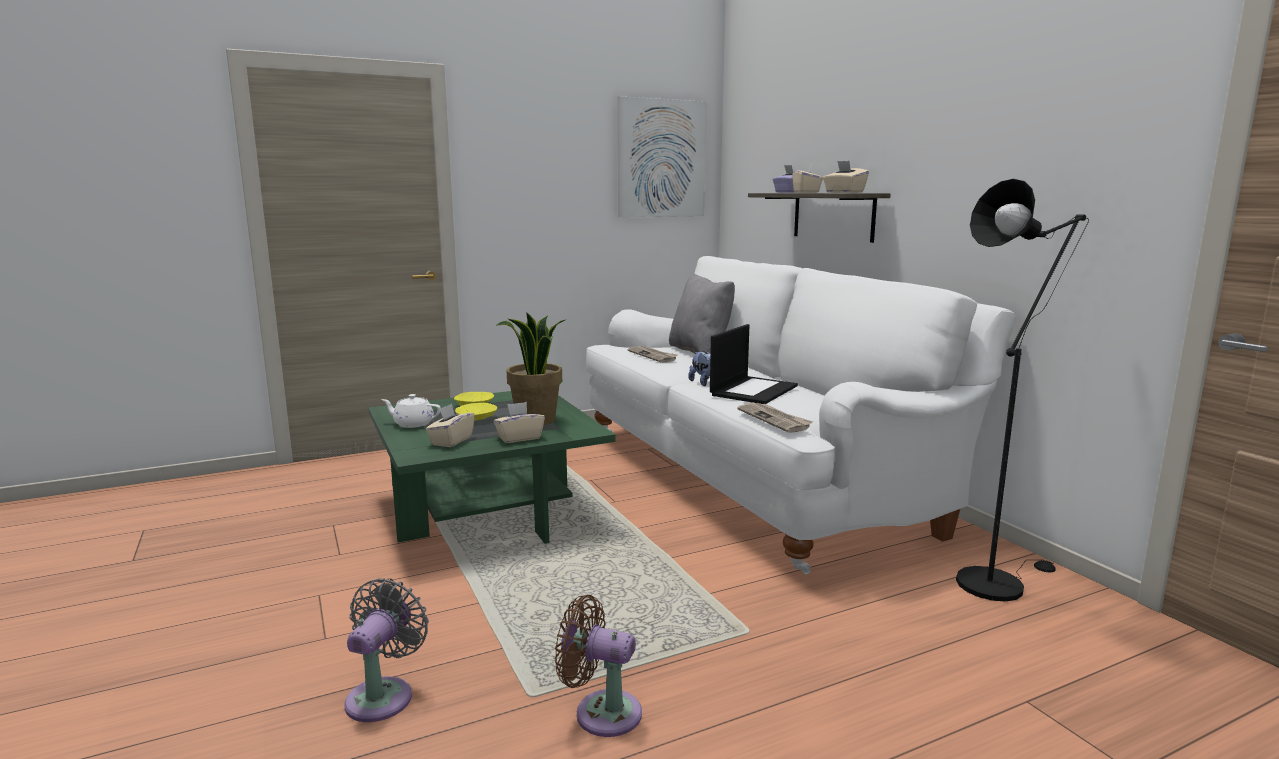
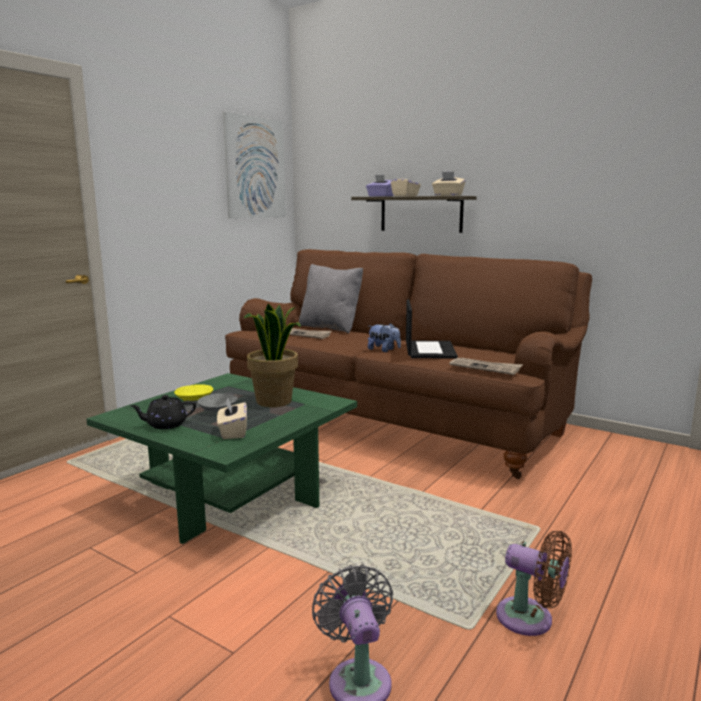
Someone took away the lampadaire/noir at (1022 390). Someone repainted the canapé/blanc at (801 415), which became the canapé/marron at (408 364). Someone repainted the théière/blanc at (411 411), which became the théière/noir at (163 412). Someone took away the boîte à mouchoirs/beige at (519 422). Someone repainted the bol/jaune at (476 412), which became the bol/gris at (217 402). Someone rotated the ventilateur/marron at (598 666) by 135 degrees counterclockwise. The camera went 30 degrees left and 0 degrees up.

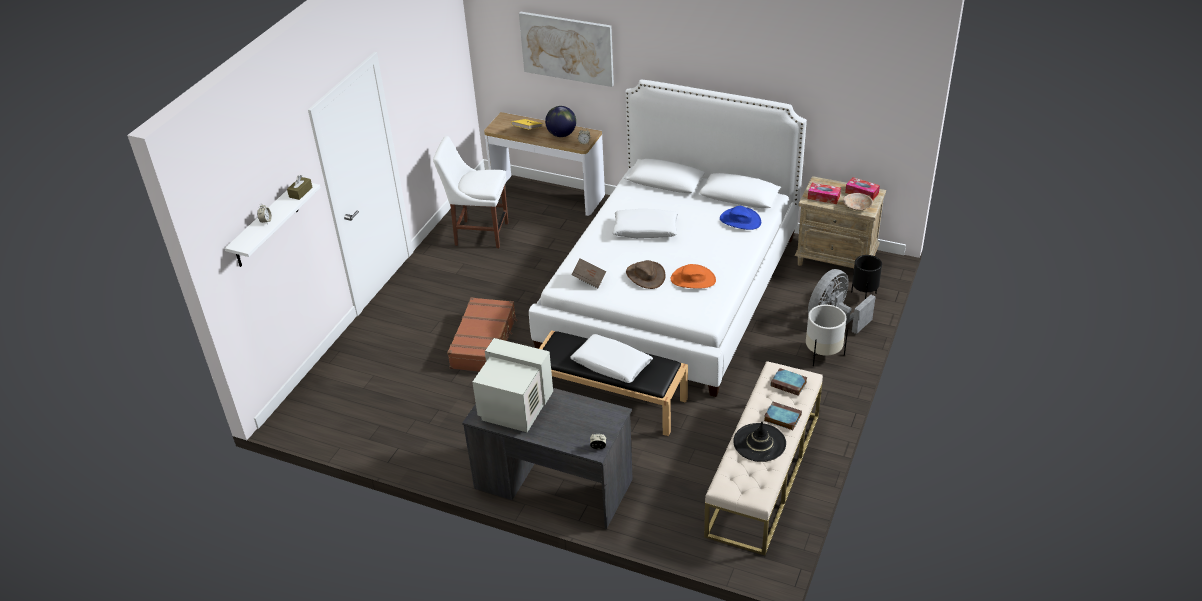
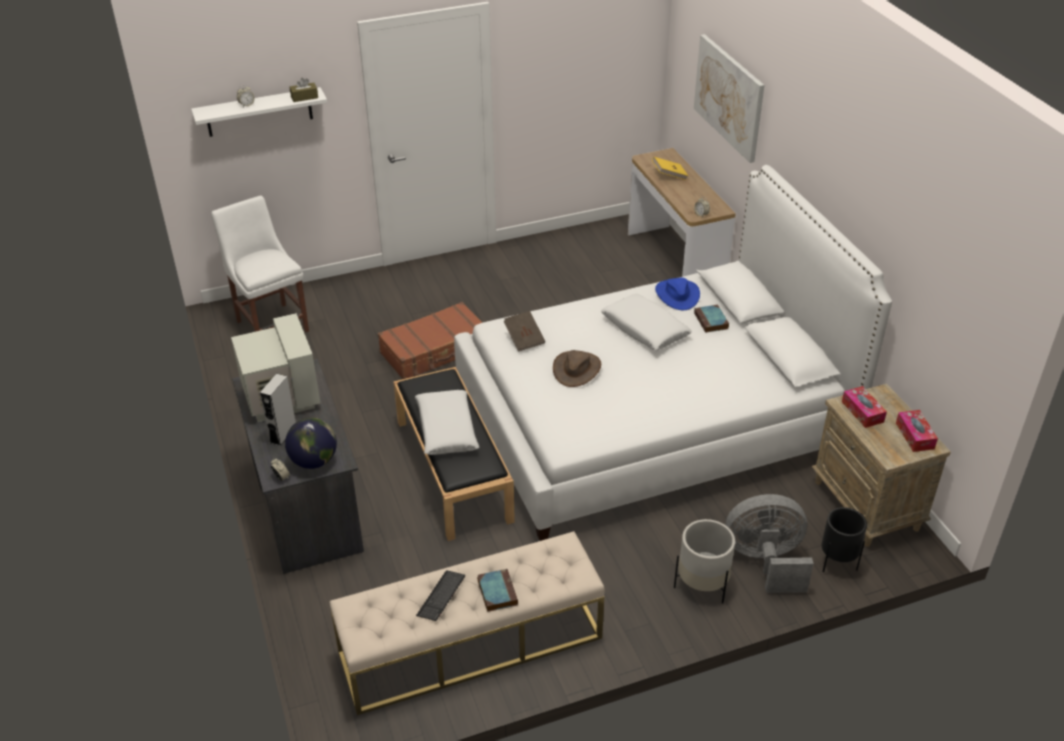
Someone carried the globe from (560 121) to (311 443). Someone carried the chaise/blanc from (471 192) to (260 264). Someone took away the bol/beige at (858 202). Someone carried the chapeau/bleu from (740 218) to (677 294). Someone took away the chapeau/orange at (693 276). Someone carried the livre from (789 382) to (711 319). Someone swapped the chapeau/noir at (759 442) for the clavier at (440 595). Someone put down the enceinte/gris at (278 409). The camera went 45 degrees right and 0 degrees up.

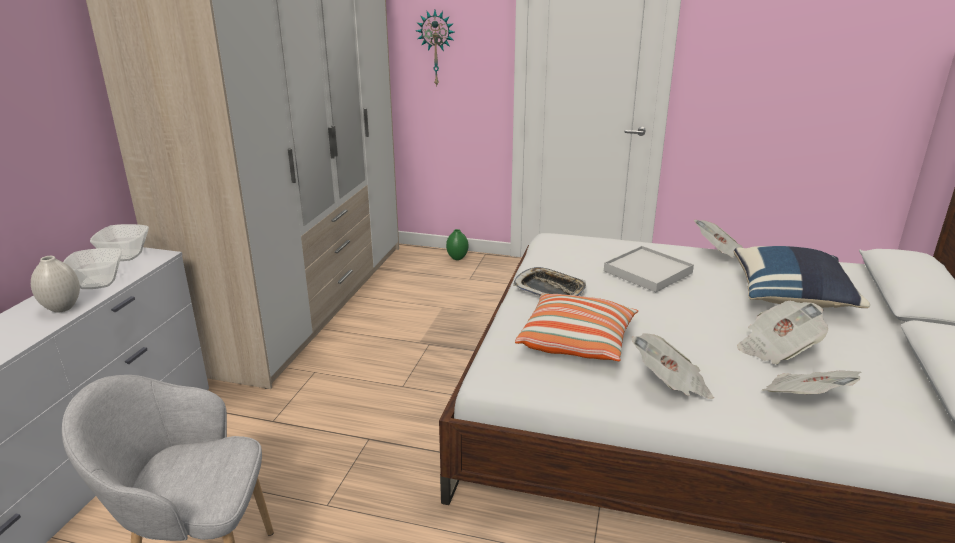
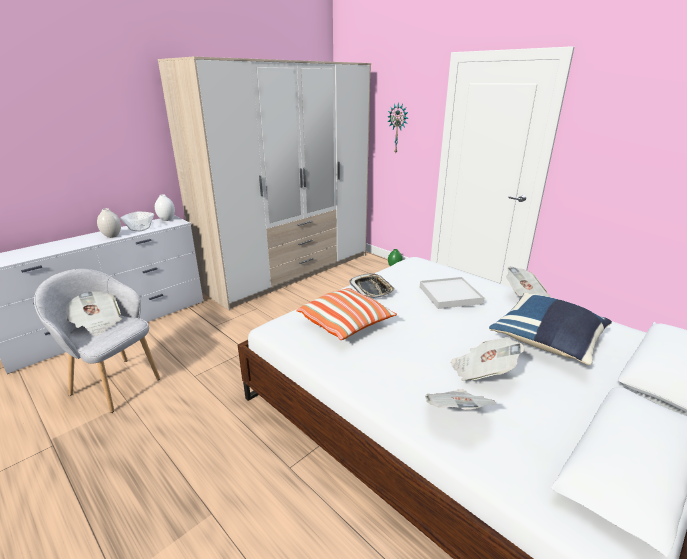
Someone swapped the bol at (119 242) for the vase/blanc at (165 208). Someone carried the journal from (672 366) to (94 313). The camera went 30 degrees right and 0 degrees up.

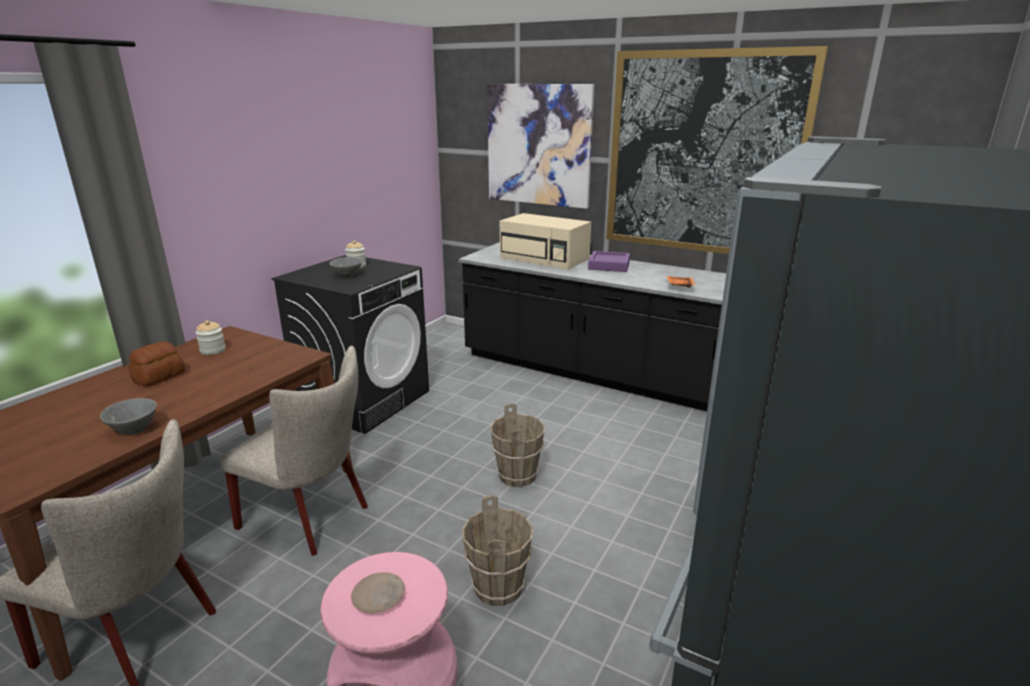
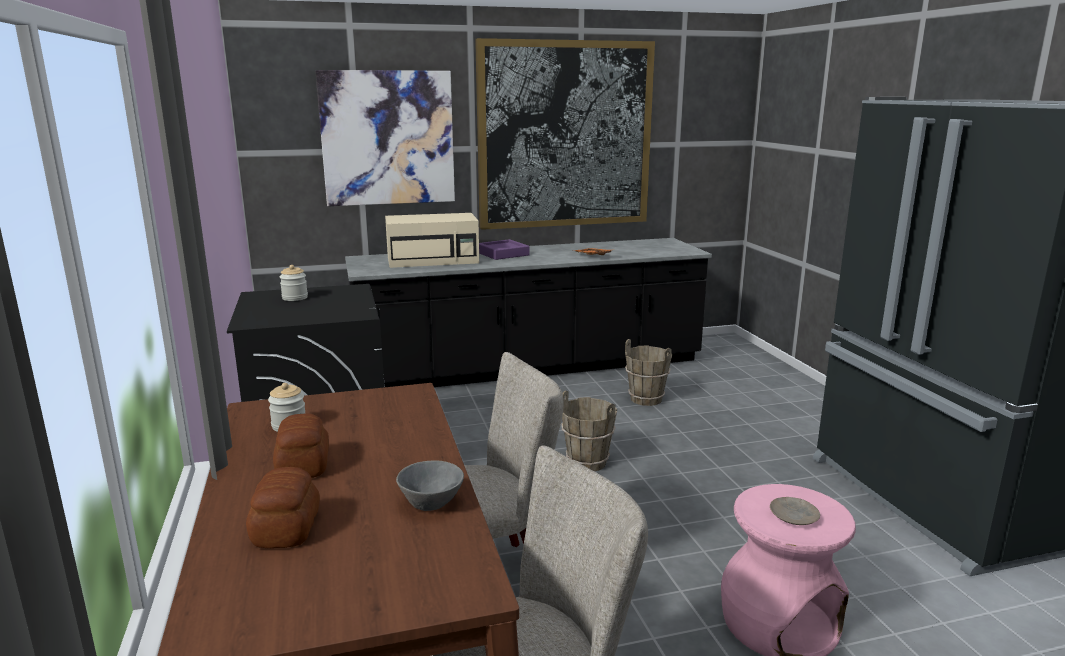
Someone took away the bol/gris at (345 267). Someone carried the seau/marron from (497 550) to (648 372). Someone put down the pain at (283 507). The camera went 45 degrees left and 5 degrees down.

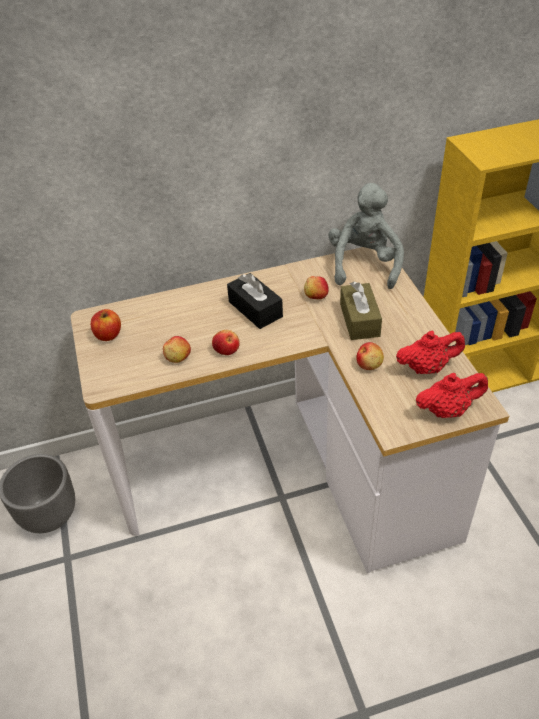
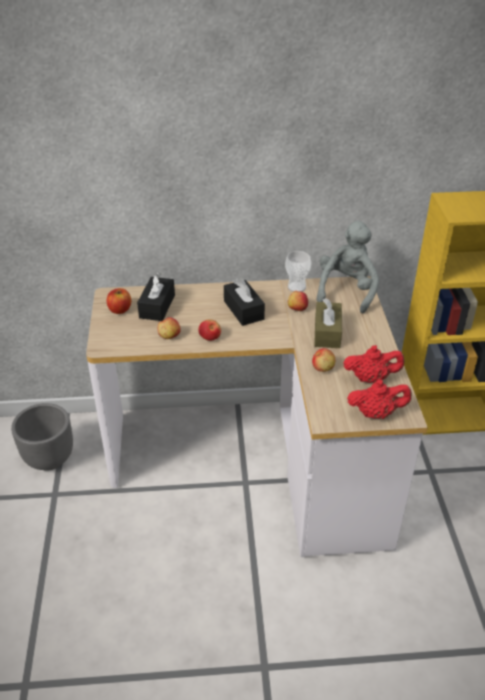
Someone put down the tasse at (298 271). Someone put down the boîte à mouchoirs/noir at (156 296). The camera went 10 degrees right and 5 degrees down.

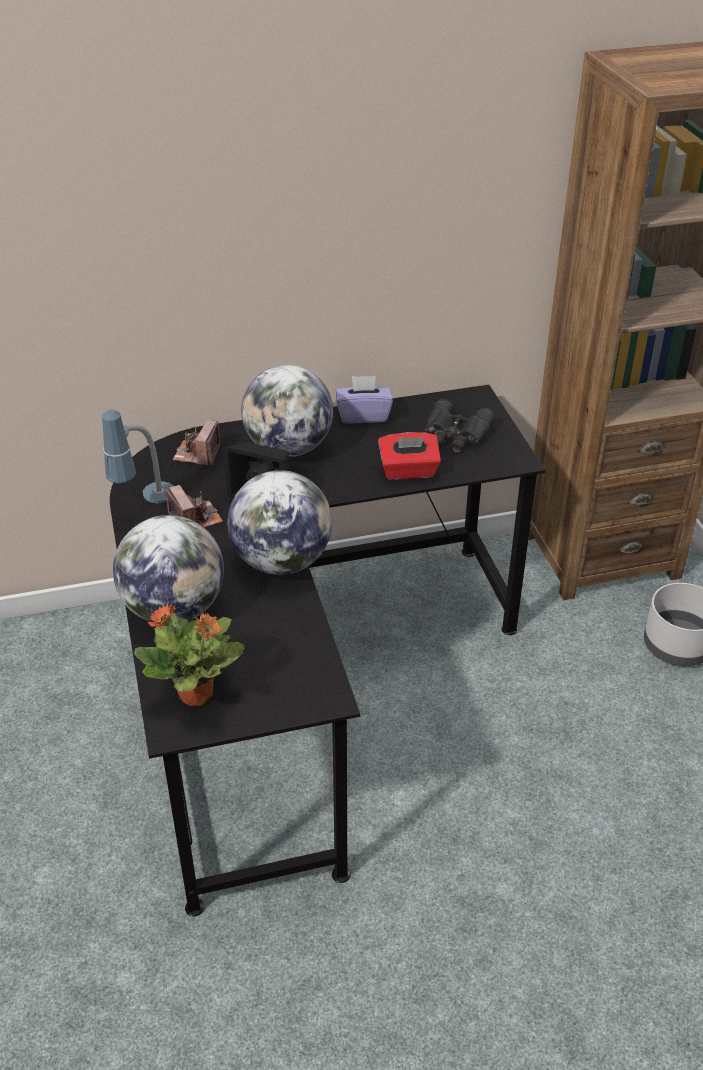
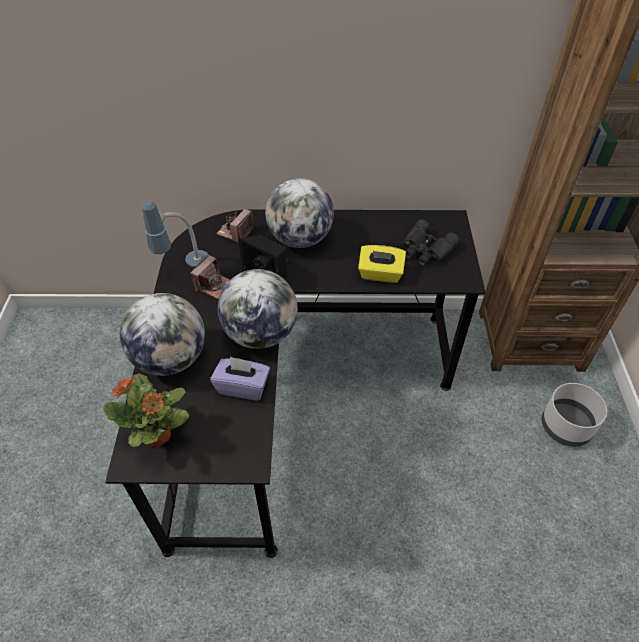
Someone carried the boîte à mouchoirs/violet from (364 400) to (240 378). Someone repainted the boîte à mouchoirs/rouge at (409 456), which became the boîte à mouchoirs/jaune at (382 264). Someone rotated the appareil photo at (194 506) by 45 degrees clockwise. The camera went 15 degrees right and 10 degrees up.

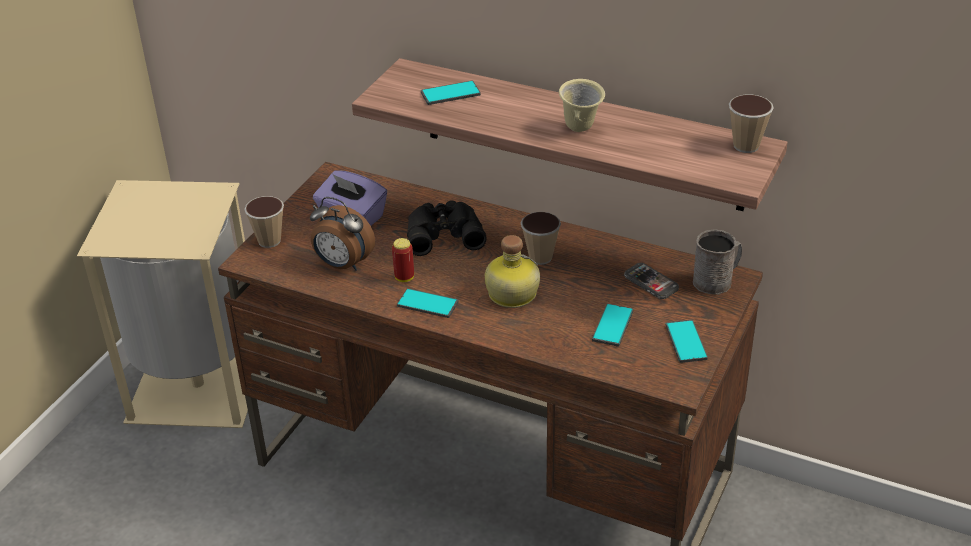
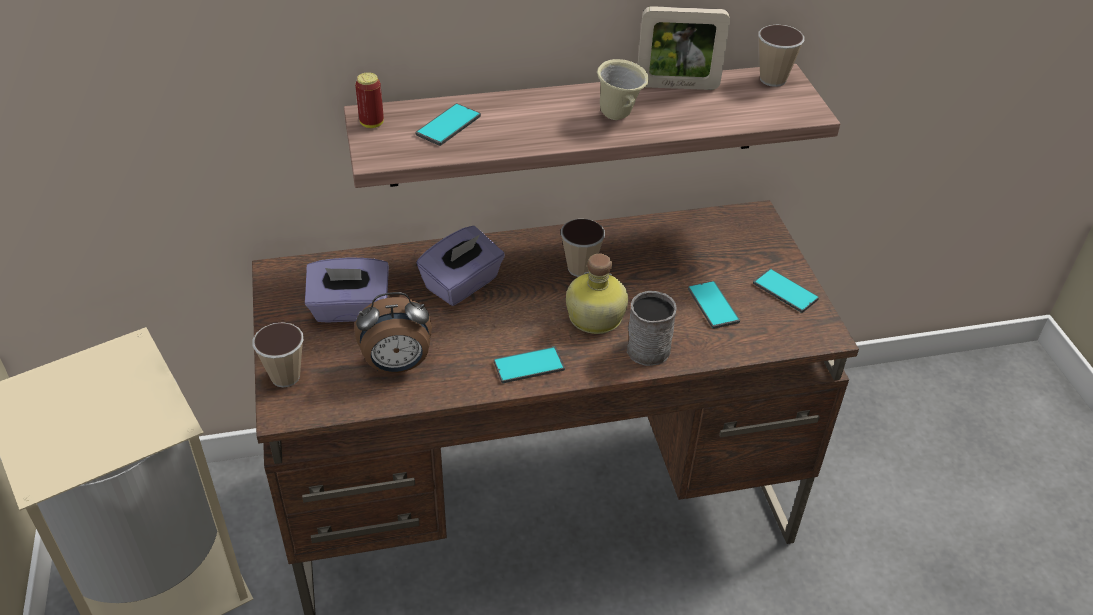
Someone swapped the jumelles/noir at (447 228) for the boîte à mouchoirs/violet at (460 266). Someone carried the mug/gris from (717 262) to (652 328). Someone carried the boîte métallique from (403 260) to (369 100). Someone took away the téléphone at (651 281). Someone put down the cadre photo at (684 48). The camera went 40 degrees left and 5 degrees up.

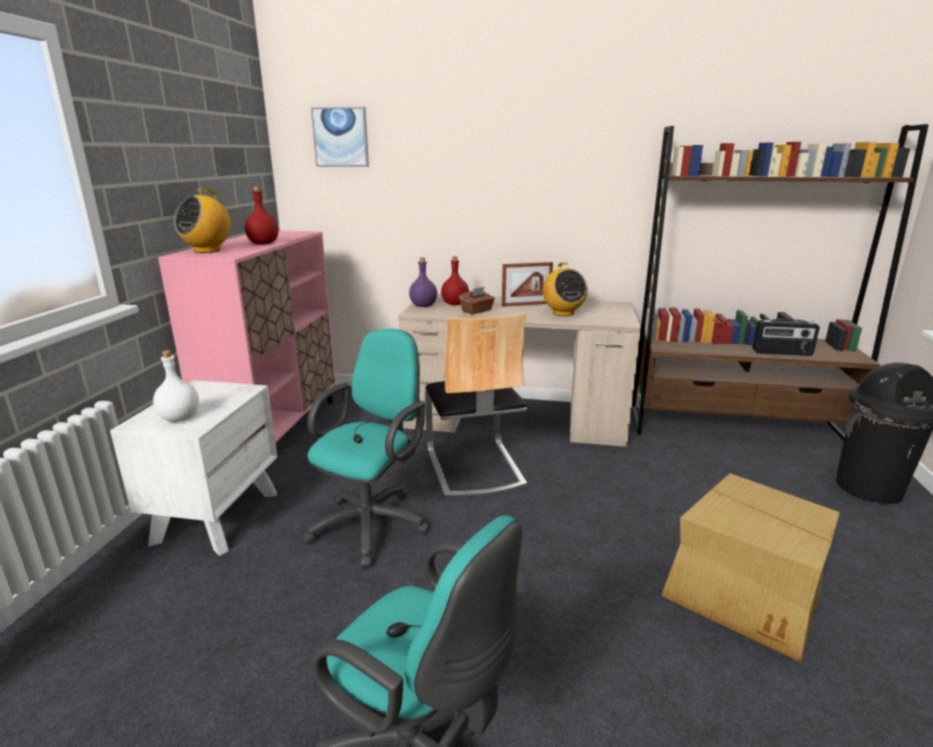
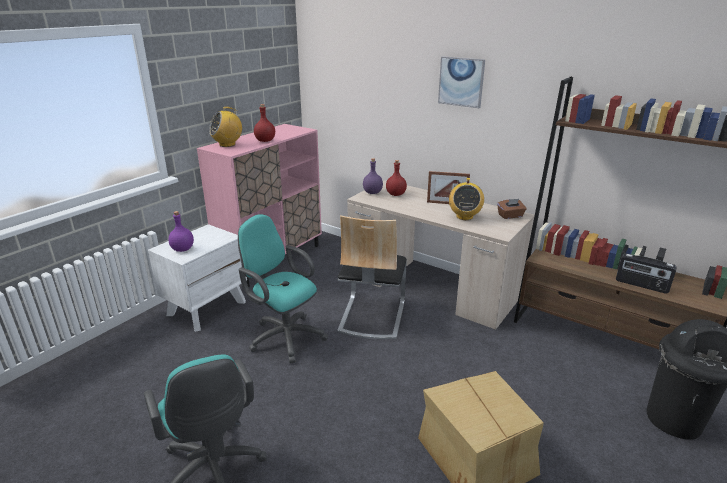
Someone carried the tableau from (340 137) to (461 82). Someone carried the boîte à mouchoirs/marron from (477 300) to (512 209). Someone rotated the chaise de bureau/turquoise at (366 448) by 105 degrees counterclockwise. Someone repainted the bouteille/blanc at (176 386), which became the bouteille/violet at (181 231). The camera went 25 degrees right and 5 degrees up.

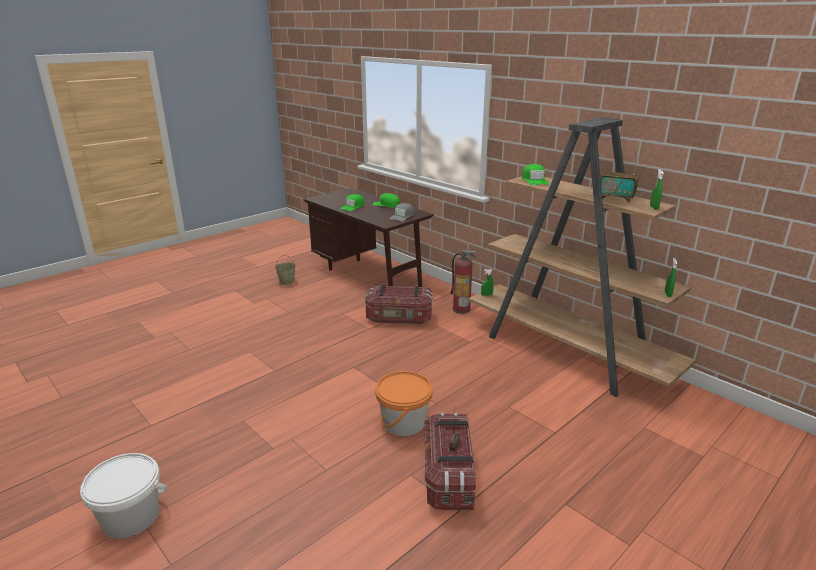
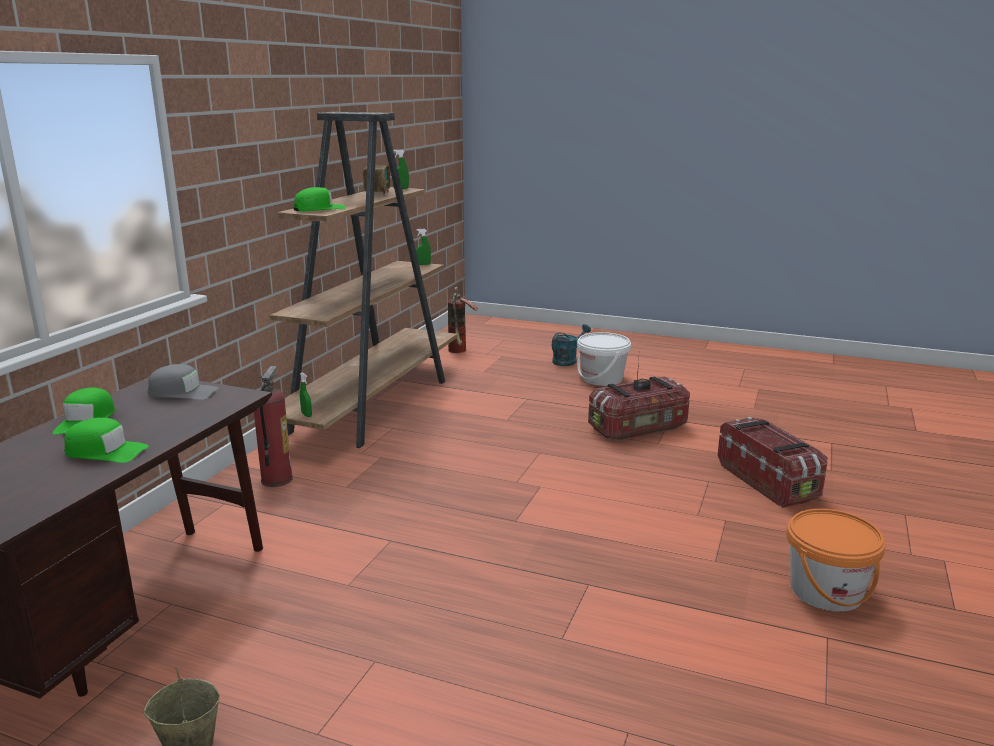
Someone carried the boîte de rangement from (399 304) to (773 462). Someone carried the seau/orange from (404 403) to (836 560). Someone carried the seau/blanc from (123 496) to (604 359). Someone put down the extincteur at (463 320). Someone put down the arrosoir/turquoise at (571 345). The camera went 115 degrees left and 5 degrees down.

